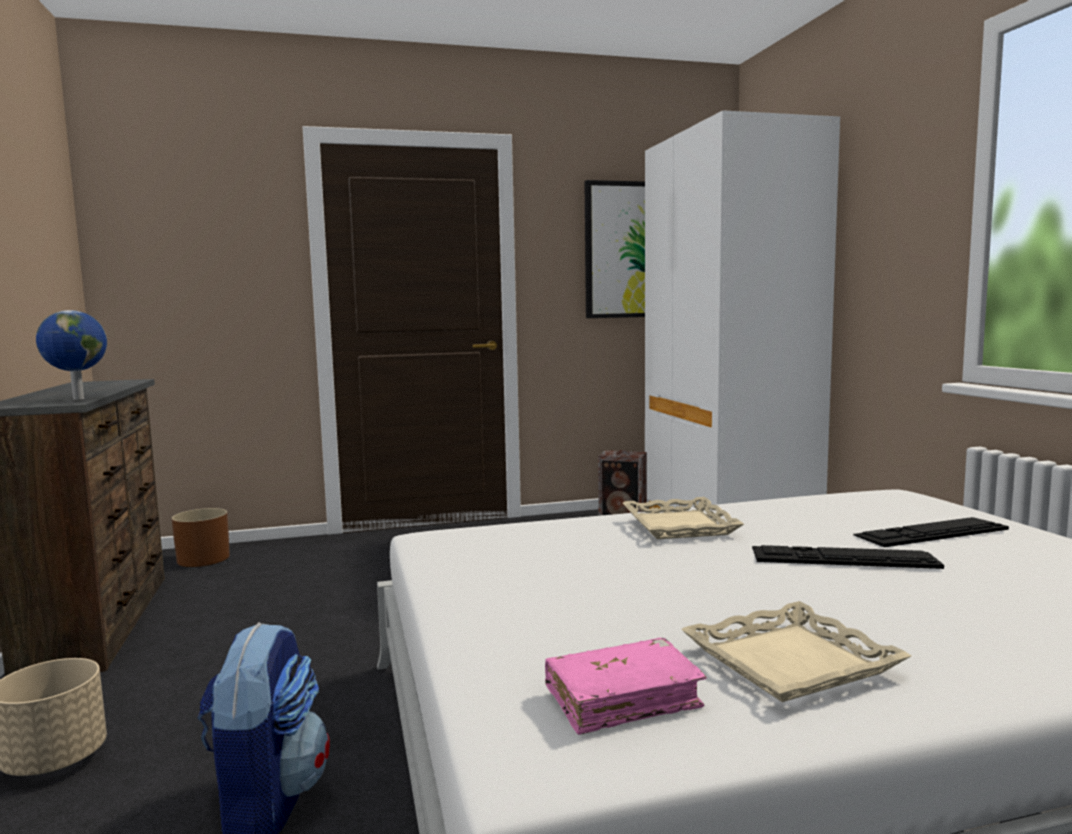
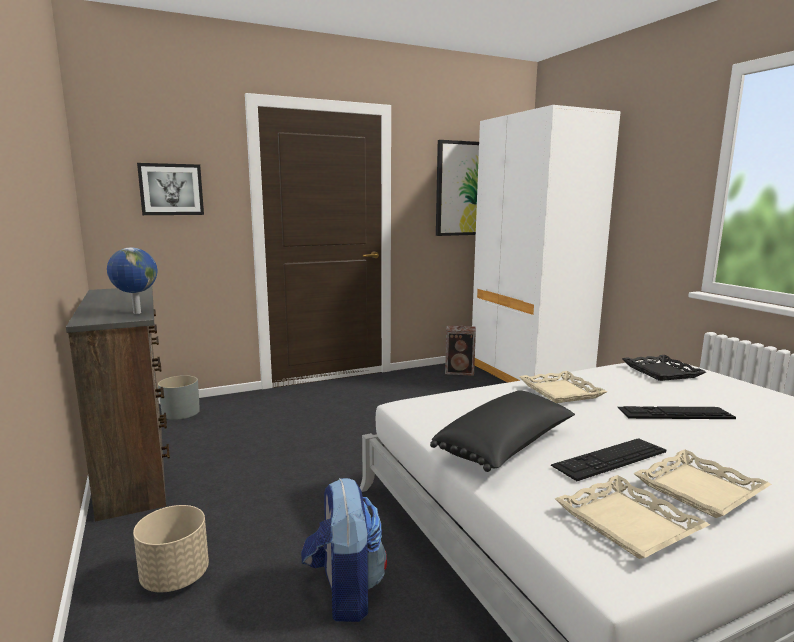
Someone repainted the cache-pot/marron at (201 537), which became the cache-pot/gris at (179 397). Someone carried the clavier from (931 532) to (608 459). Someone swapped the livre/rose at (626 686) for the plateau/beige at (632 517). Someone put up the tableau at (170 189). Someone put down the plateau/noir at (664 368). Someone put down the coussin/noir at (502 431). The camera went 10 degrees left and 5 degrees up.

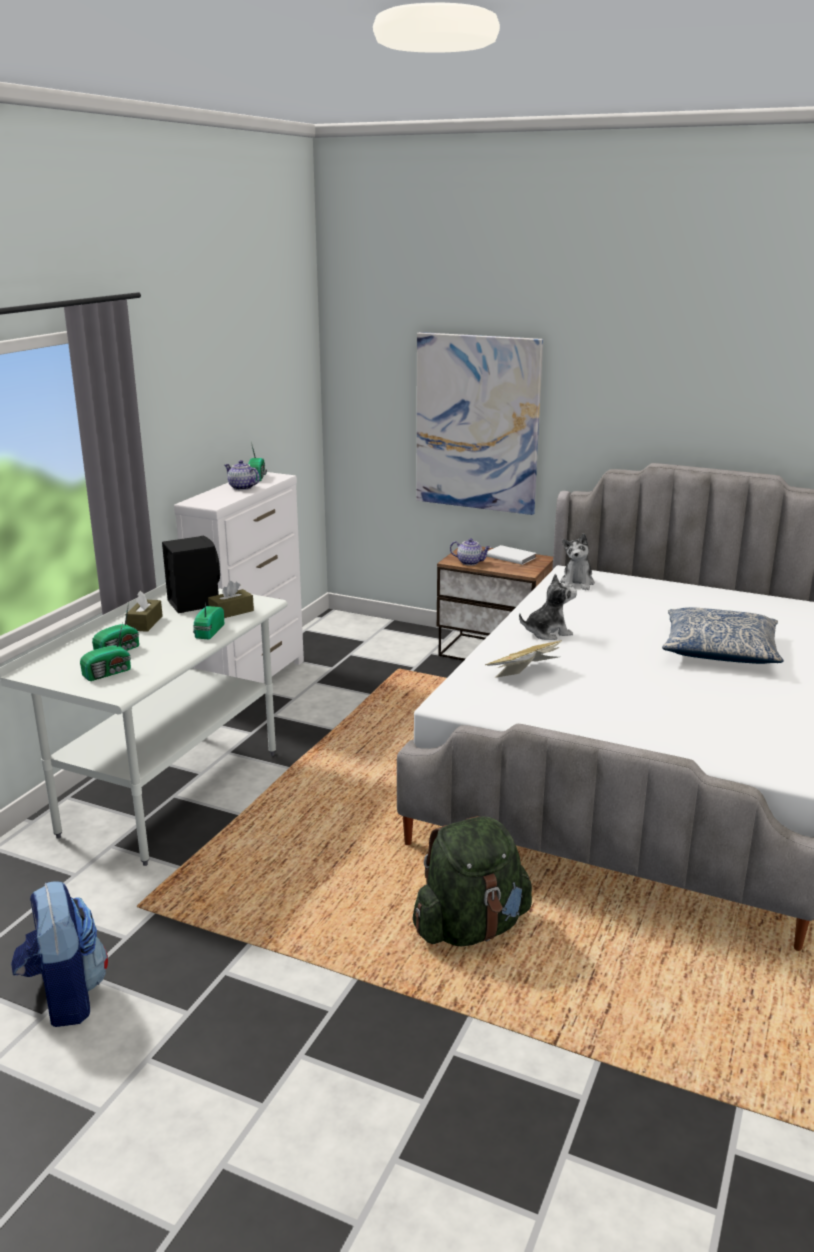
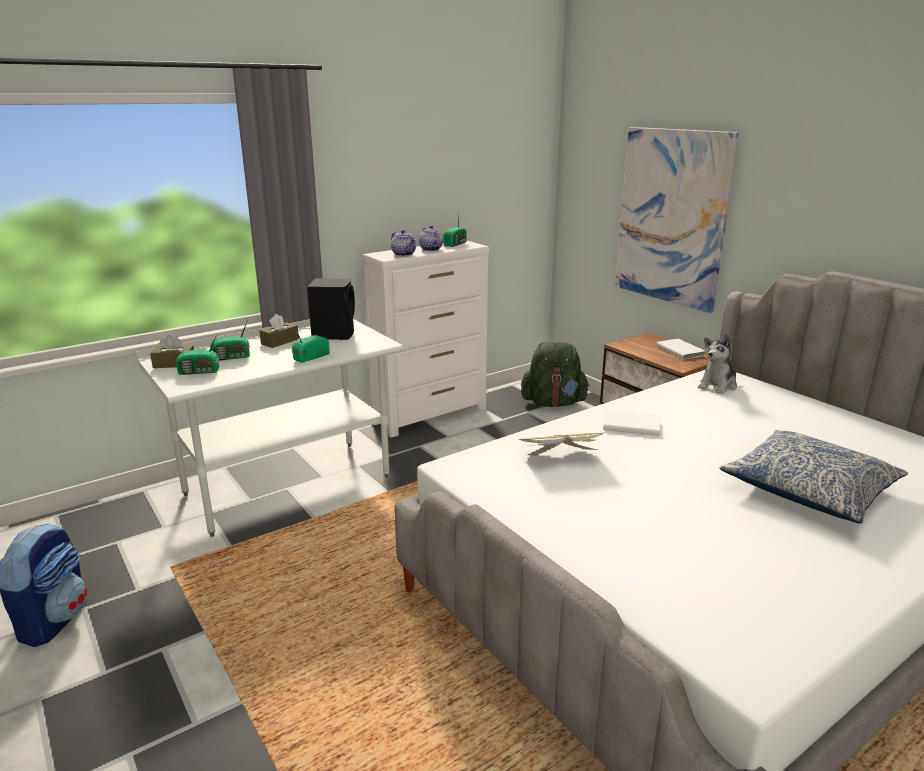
Someone carried the théière from (470 552) to (403 243). Someone swapped the peluche at (548 607) for the livre/blanc at (631 423). Someone carried the boîte à mouchoirs/marron from (231 599) to (172 351). Someone carried the sac à dos/vert from (472 881) to (555 374). The camera went 30 degrees right and 0 degrees up.

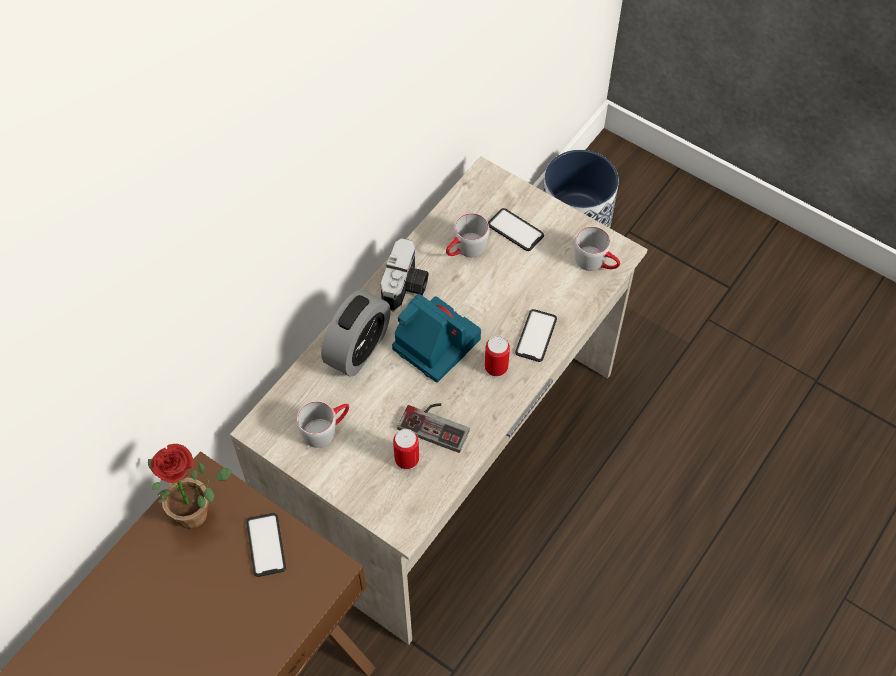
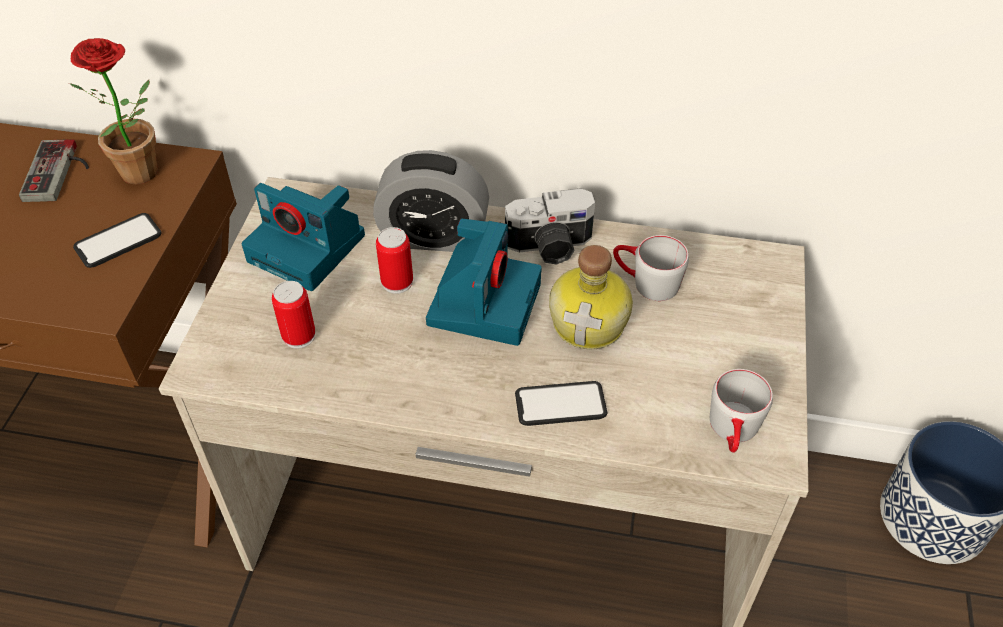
Someone took away the téléphone at (516 229). Someone carried the boîte métallique from (497 357) to (394 260). Someone swapped the mug/gris at (322 424) for the appareil photo at (303 237). Someone carried the manette from (433 428) to (54 170). Someone put down the bouteille at (591 297). The camera went 65 degrees right and 10 degrees down.

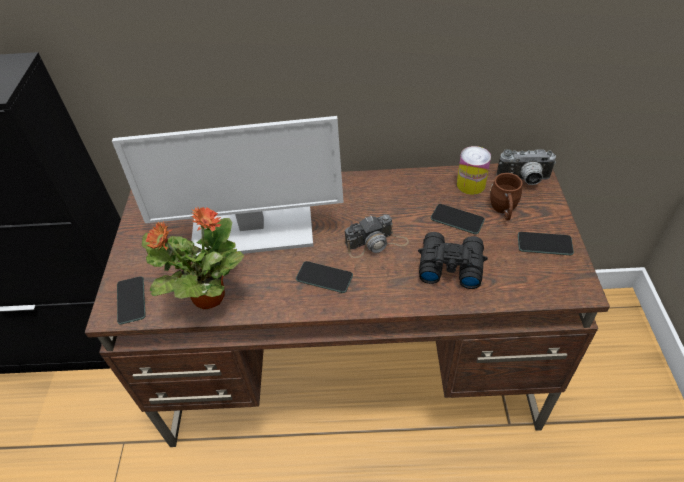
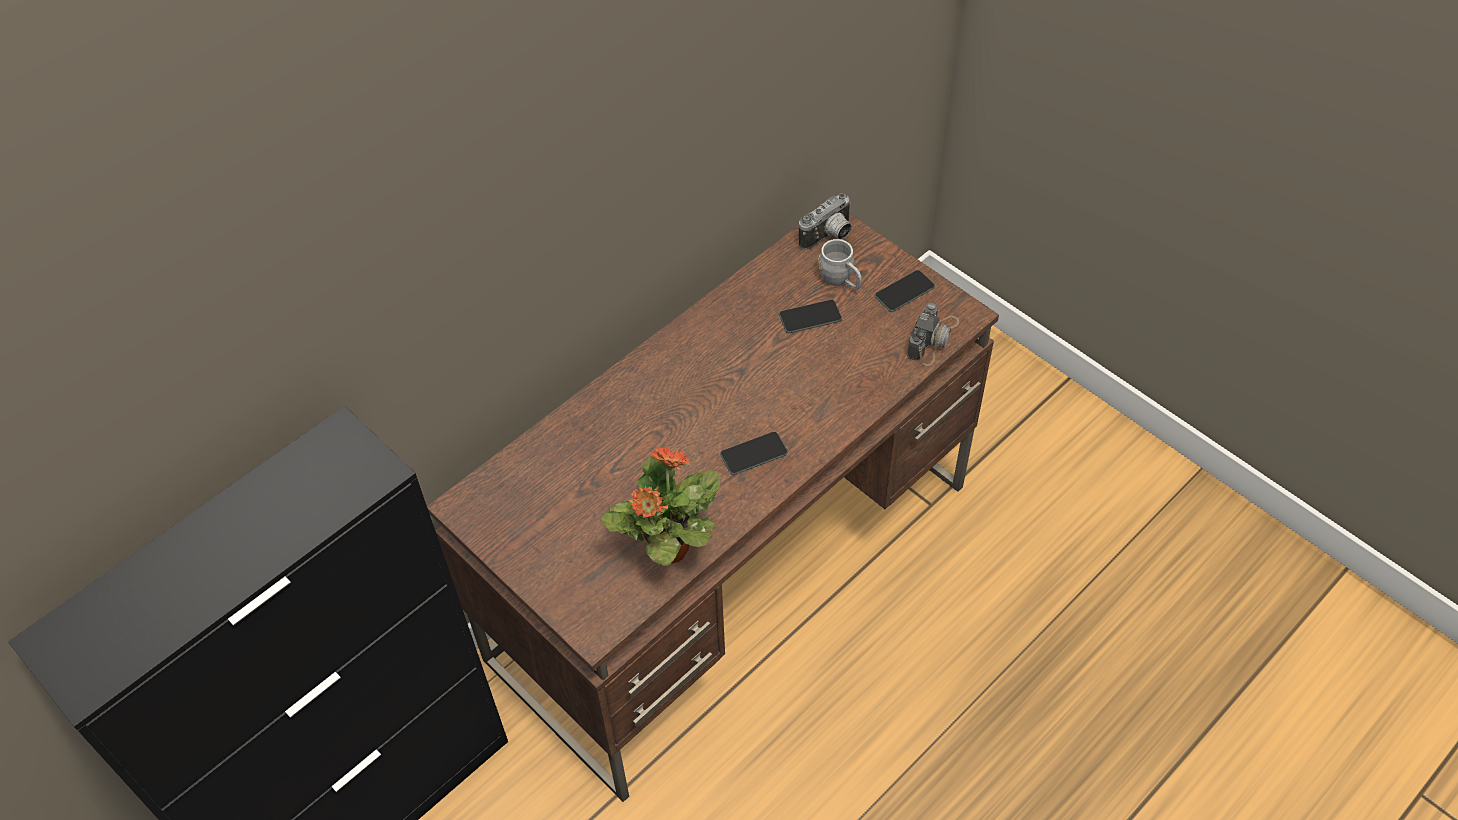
Someone took away the écran d'ordinateur at (228 185). Someone took away the boîte métallique at (474 170). Someone repainted the mug/marron at (506 196), which became the mug/gris at (840 264). Someone carried the appareil photo from (377 236) to (933 334). Someone took away the jumelles/noir at (453 260). Someone took away the téléphone at (131 300). The camera went 45 degrees left and 5 degrees up.

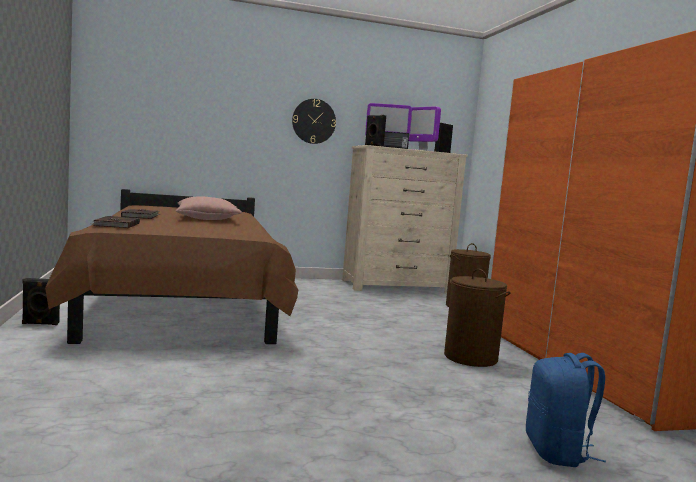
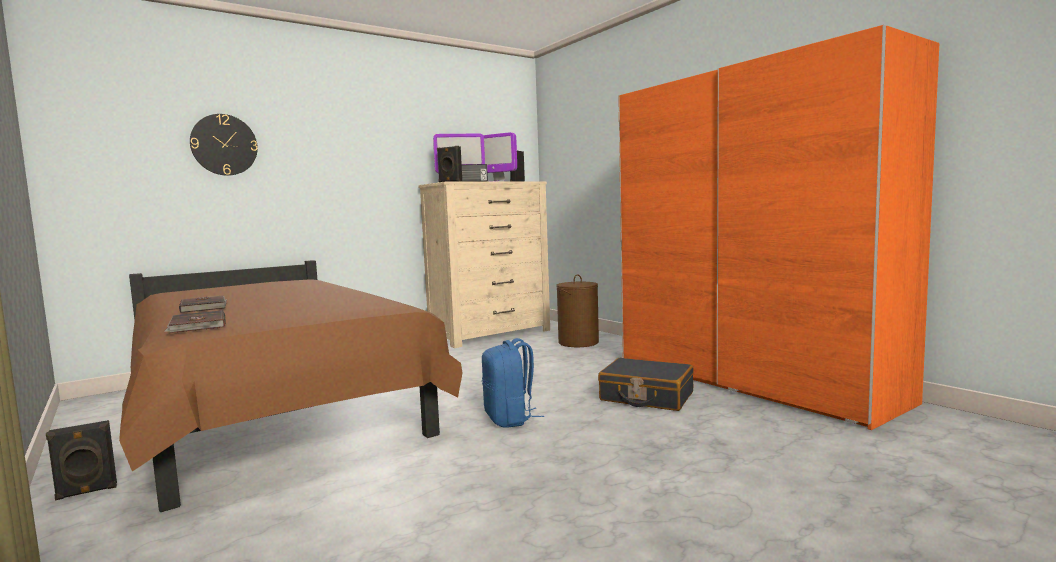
Someone carried the horloge murale from (314 121) to (224 145). Someone took away the coussin/rose at (209 208). Someone swapped the panier à linge/marron at (477 318) for the valise/noir at (646 384). Someone carried the sac à dos/bleu from (566 410) to (513 383). The camera went 20 degrees left and 0 degrees up.

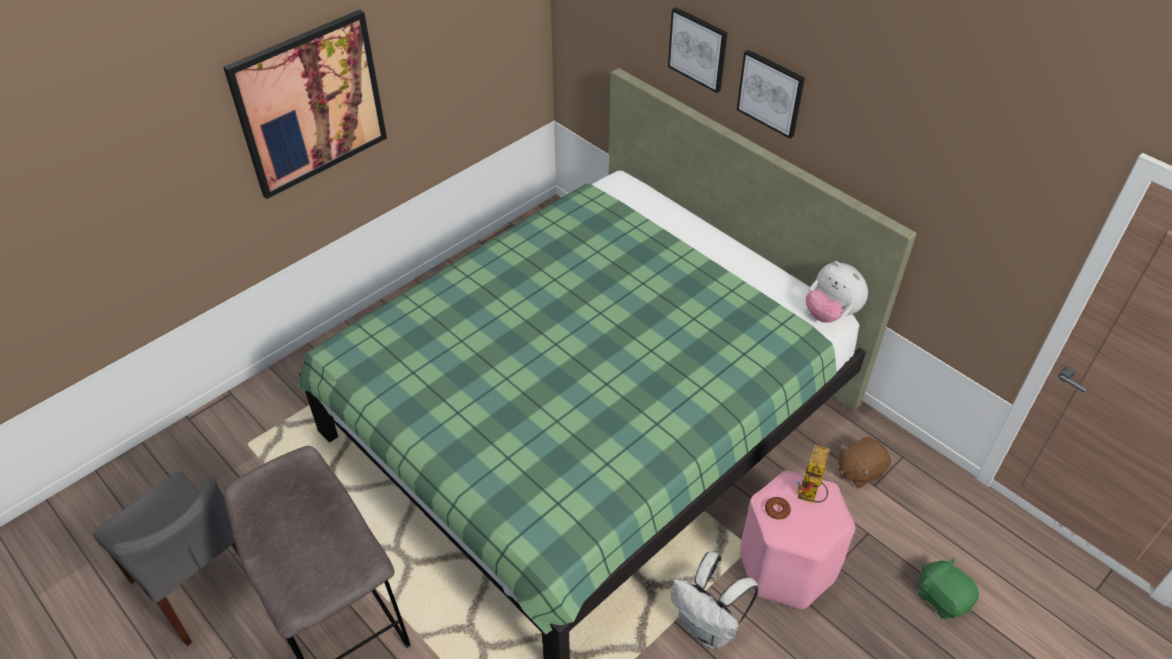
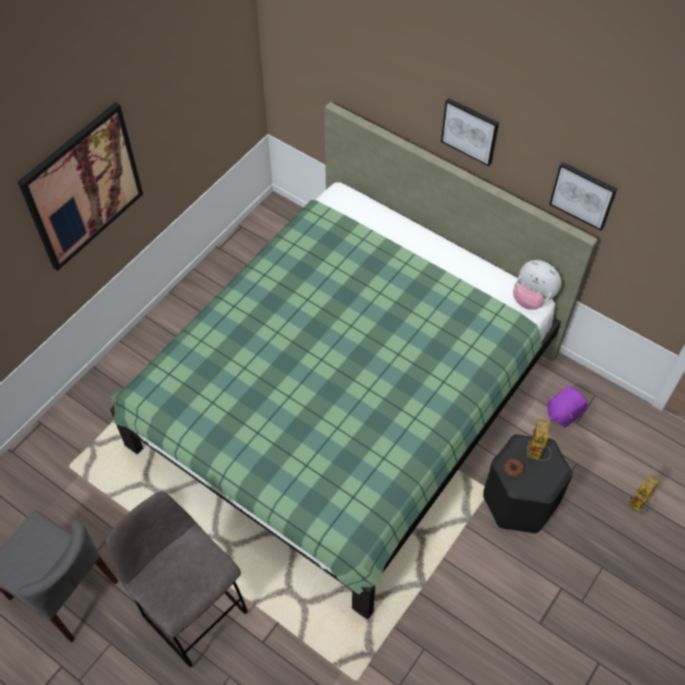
Someone carried the tableau from (697 50) to (583 196). Someone repainted the peluche/marron at (864 462), which became the peluche/violet at (567 406). Someone repainted the tabouret/rose at (797 540), which became the tabouret/noir at (528 483). Someone took away the sac à dos/blanc at (714 600). Someone swapped the peluche/vert at (948 588) for the robot jouet at (644 494). The camera went 10 degrees left and 10 degrees up.

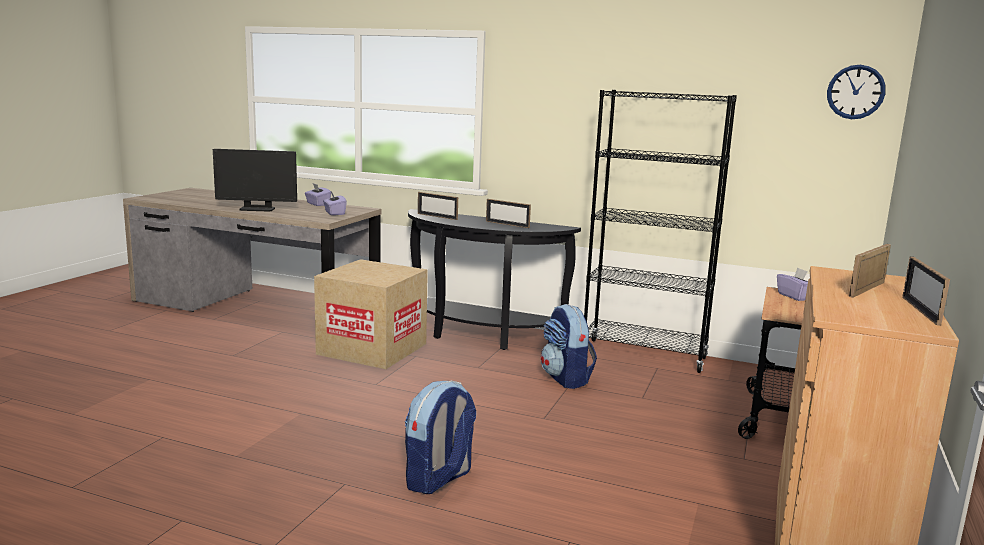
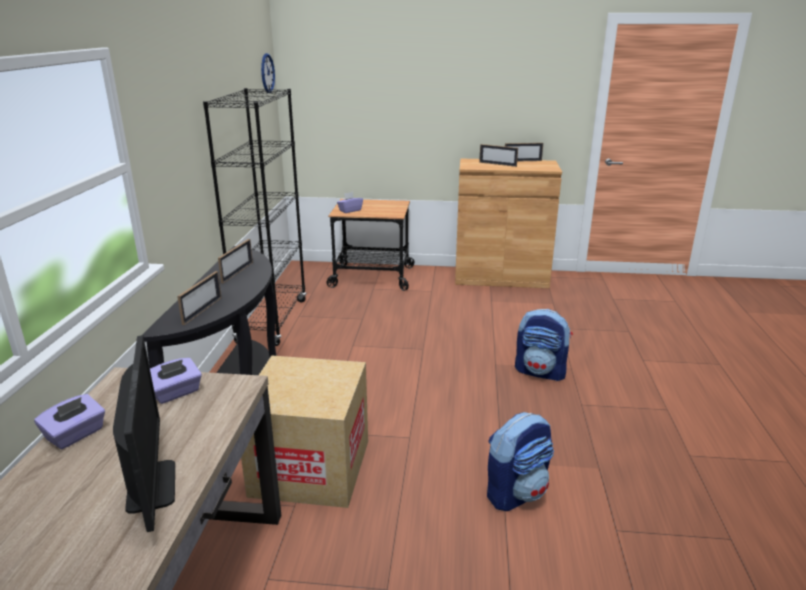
Someone carried the sac à dos from (569 346) to (520 461). The camera went 105 degrees left and 10 degrees up.

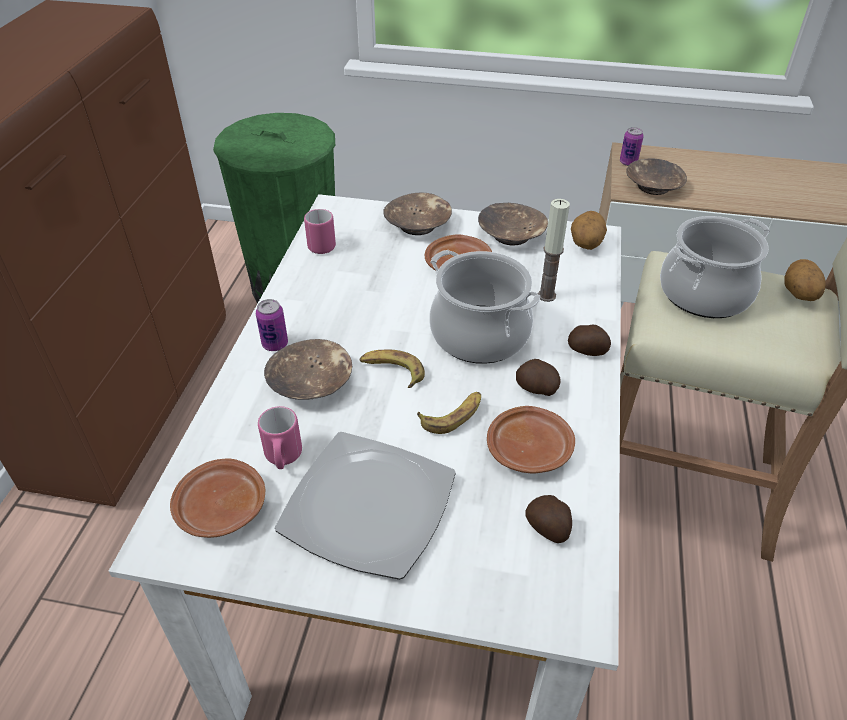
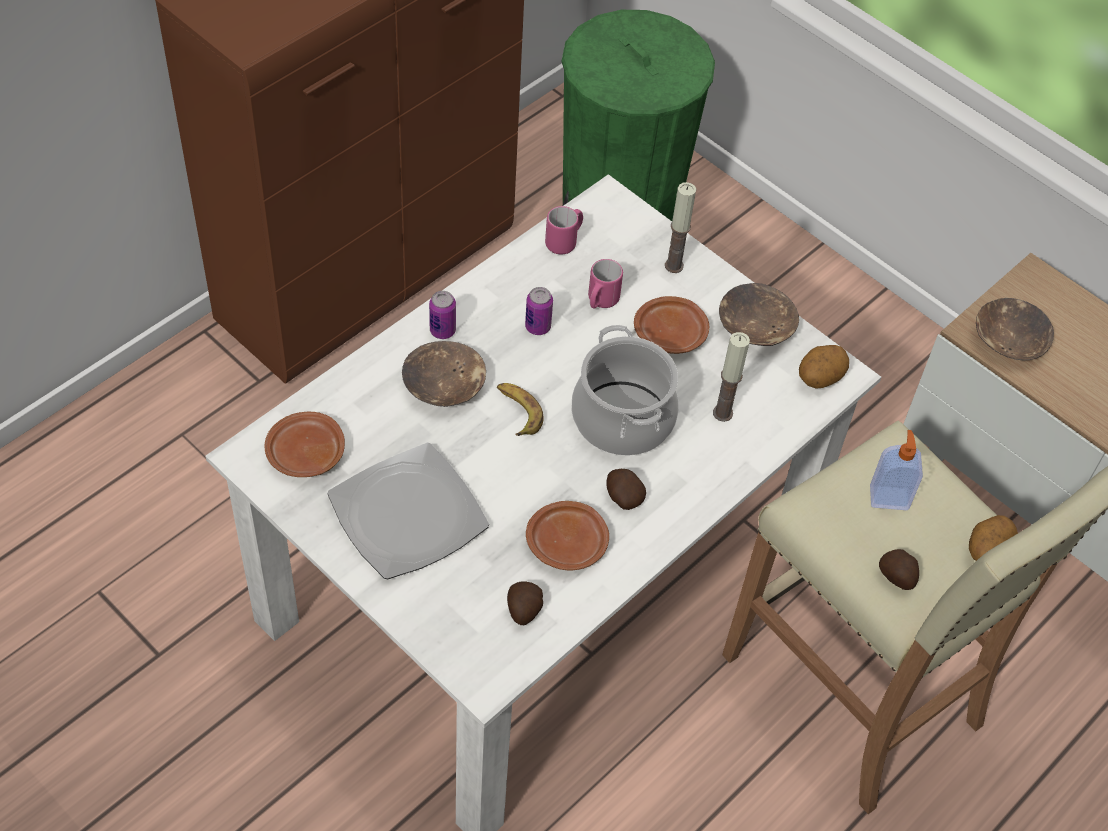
Someone carried the boîte métallique from (632 146) to (539 311). Someone swapped the bol/marron at (417 213) for the bougie at (680 227). Someone swapped the marmite at (715 267) for the distributeur de savon at (896 470). Someone carried the pomme de terre from (589 340) to (899 569). Someone took away the banane at (449 413). Someone carried the mug/rose from (280 437) to (605 284). The camera went 30 degrees right and 10 degrees up.

